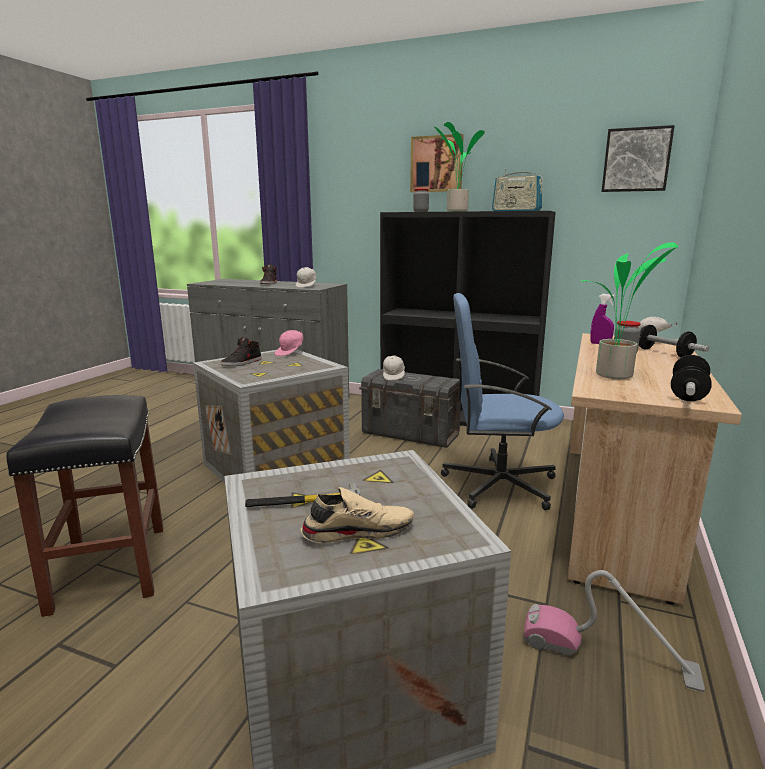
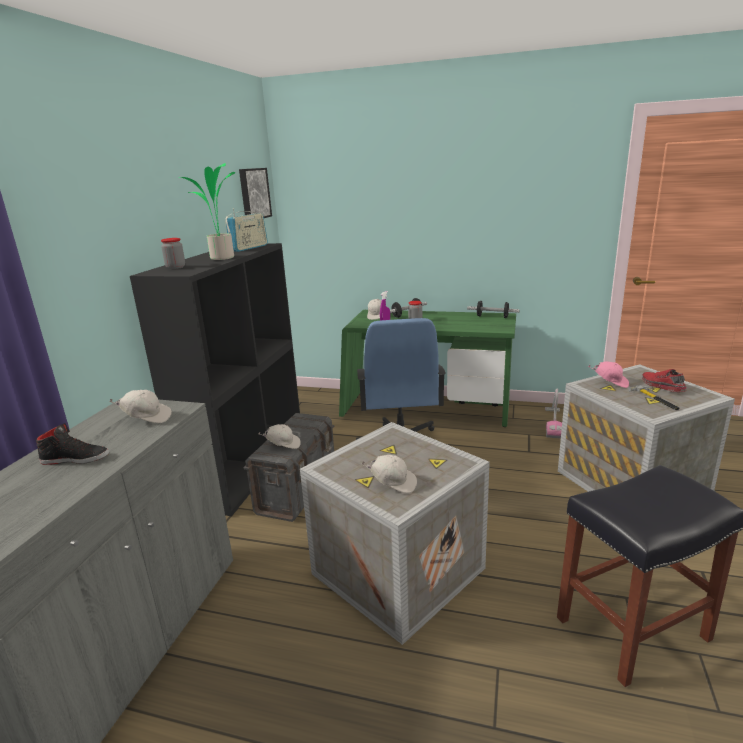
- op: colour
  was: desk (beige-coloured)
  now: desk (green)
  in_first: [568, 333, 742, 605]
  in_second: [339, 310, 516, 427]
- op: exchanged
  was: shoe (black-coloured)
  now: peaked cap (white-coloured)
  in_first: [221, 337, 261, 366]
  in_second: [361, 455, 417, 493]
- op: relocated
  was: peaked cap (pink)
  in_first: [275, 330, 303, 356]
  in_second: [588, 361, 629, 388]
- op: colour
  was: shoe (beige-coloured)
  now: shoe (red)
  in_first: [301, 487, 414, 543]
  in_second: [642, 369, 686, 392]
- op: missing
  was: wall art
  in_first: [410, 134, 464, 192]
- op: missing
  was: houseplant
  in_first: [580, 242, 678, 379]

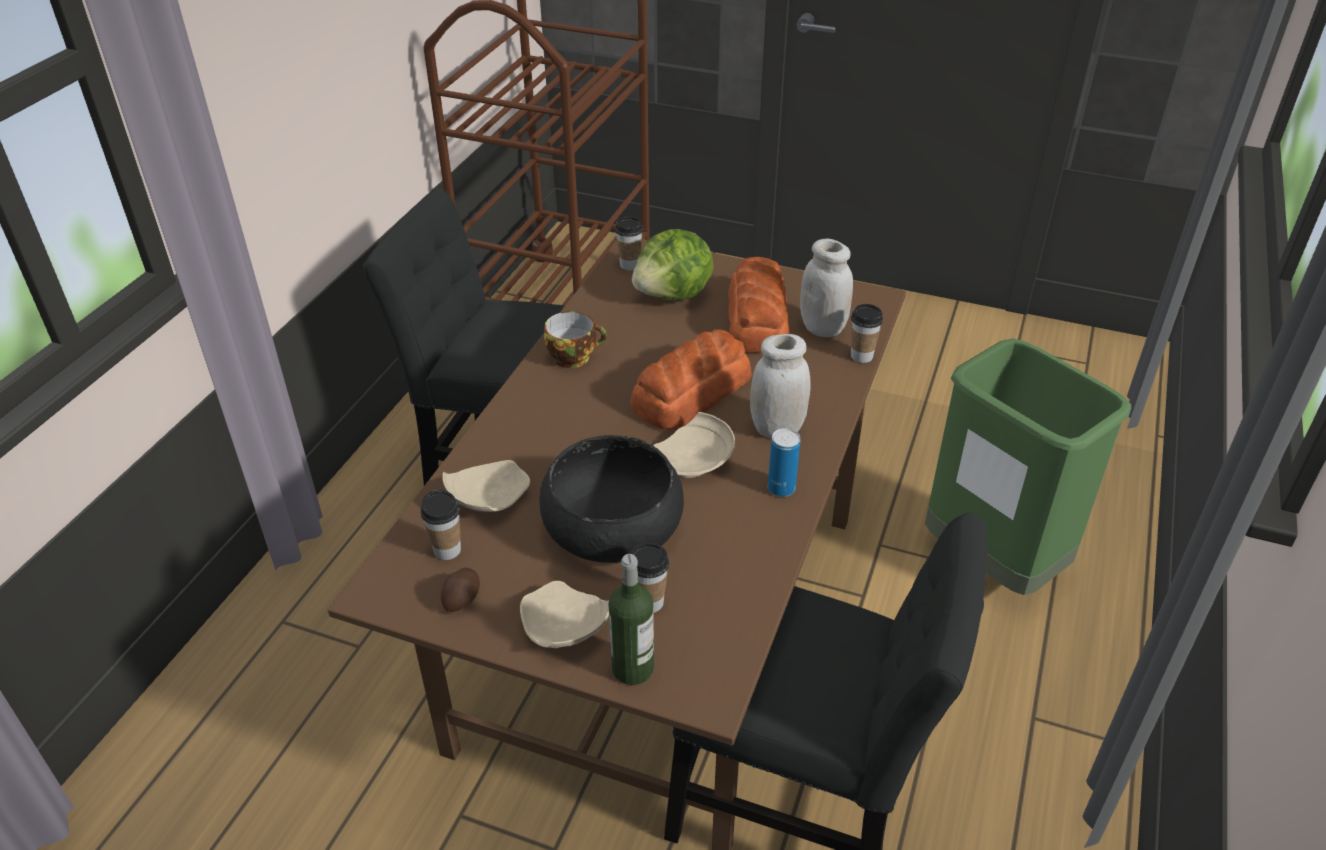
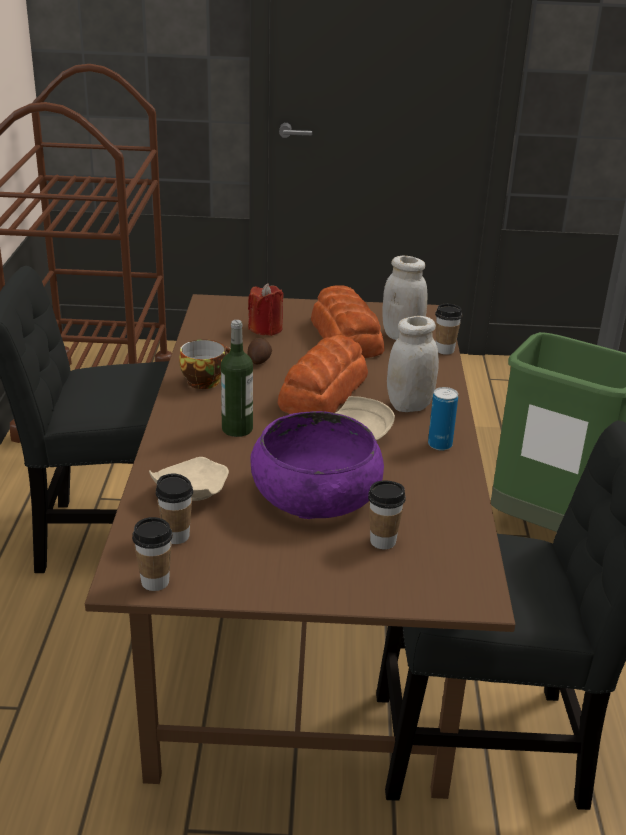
- op: relocated
  was: drinking cup
  in_first: [615, 216, 643, 270]
  in_second: [132, 517, 173, 591]
- op: relocated
  was: drink bottle
  in_first: [609, 554, 654, 685]
  in_second: [221, 320, 253, 437]
- op: exchanged
  was: lettuce
  now: candle (red)
  in_first: [632, 229, 714, 300]
  in_second: [248, 283, 284, 336]
- op: relocated
  was: whole potato
  in_first: [441, 568, 480, 612]
  in_second: [248, 338, 272, 364]
- op: colour
  was: bowl (black-coloured)
  now: bowl (purple)
  in_first: [539, 435, 684, 563]
  in_second: [251, 411, 384, 519]
- op: missing
  was: flat dish (beige-coloured)
  in_first: [520, 581, 609, 648]

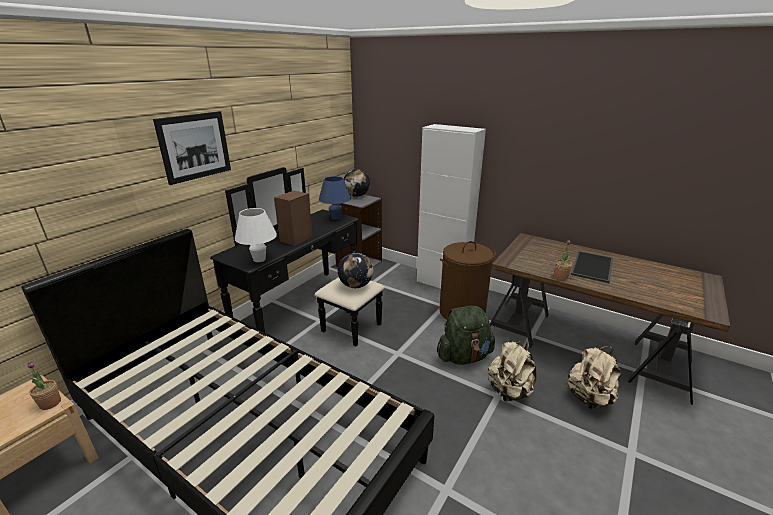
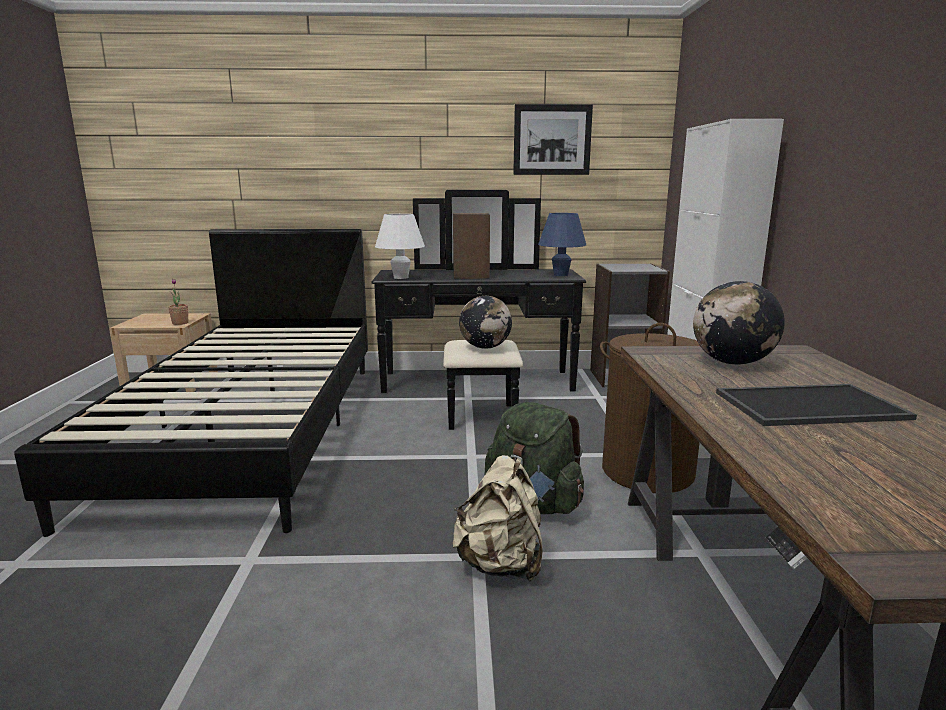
- op: relocated
  was: wall art
  in_first: [153, 111, 231, 185]
  in_second: [513, 104, 593, 175]
- op: relocated
  was: globe
  in_first: [344, 169, 370, 197]
  in_second: [693, 281, 785, 365]
- op: missing
  was: houseplant
  in_first: [554, 240, 572, 280]
- op: missing
  was: knapsack (beige-coloured)
  in_first: [567, 346, 621, 409]

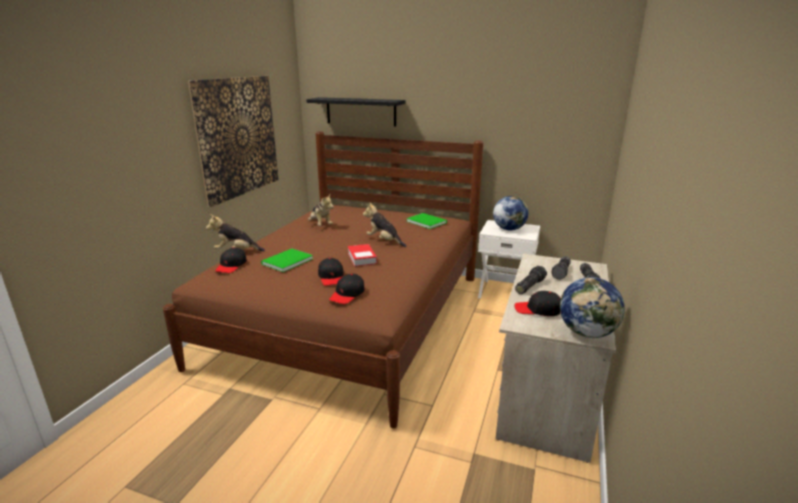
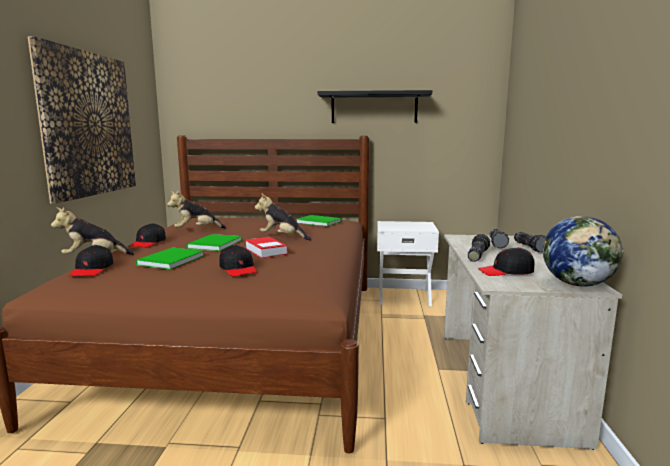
- op: relocated
  was: peaked cap (black-coloured)
  in_first: [329, 274, 365, 304]
  in_second: [130, 223, 166, 248]
- op: spun
  was: cuddly toy
  in_first: [308, 195, 334, 226]
  in_second: [167, 191, 226, 229]
  clockwise: 120
- op: appeared
  now: volume (green)
  in_second: [186, 234, 242, 251]
- op: relocated
  was: wall shelf (black-coloured)
  in_first: [306, 97, 405, 127]
  in_second: [318, 90, 432, 123]
- op: missing
  was: globe
  in_first: [493, 196, 529, 230]

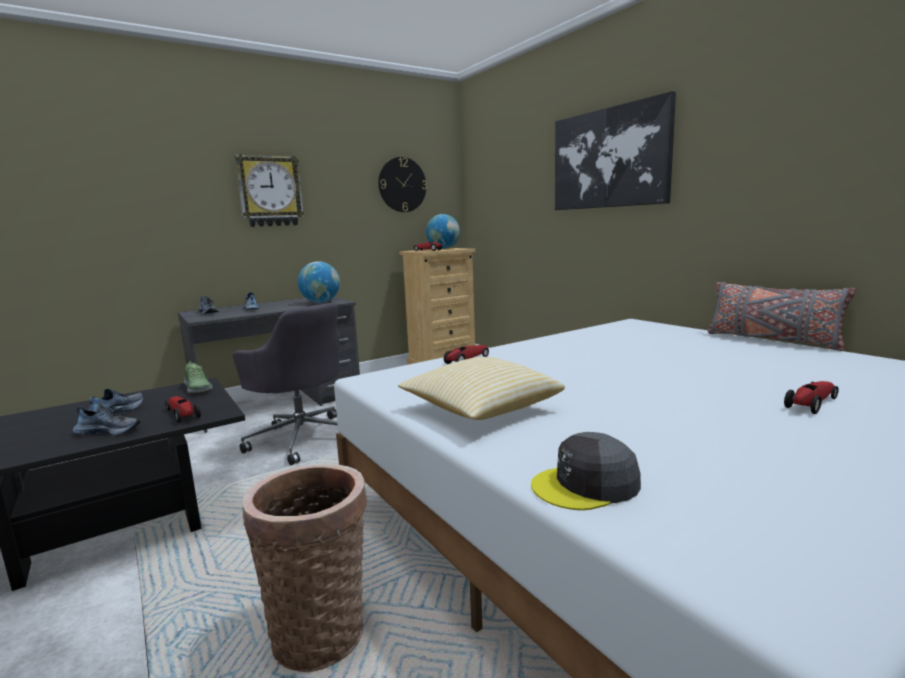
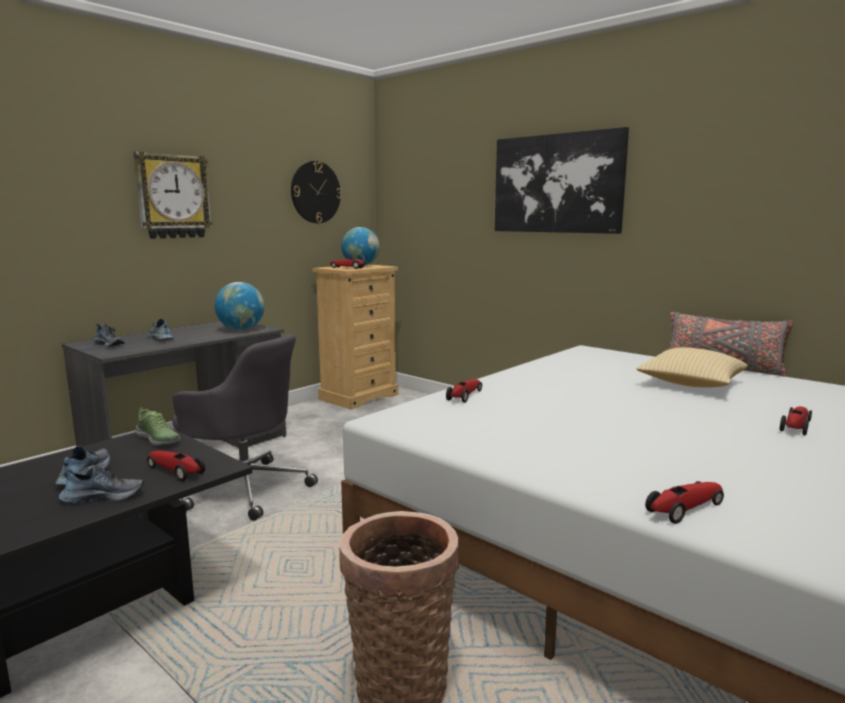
- op: relocated
  was: throw pillow
  in_first: [398, 357, 565, 420]
  in_second: [637, 347, 748, 387]
- op: exchanged
  was: peaked cap (greyish)
  now: toy car
  in_first: [531, 432, 641, 510]
  in_second: [645, 481, 724, 524]

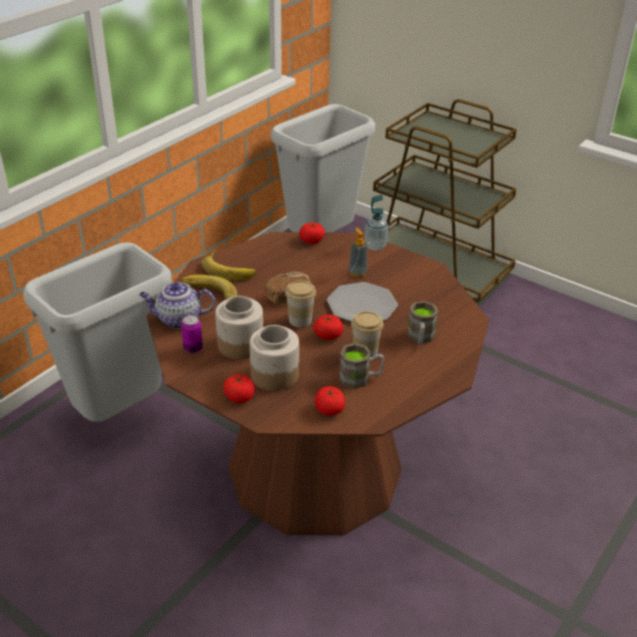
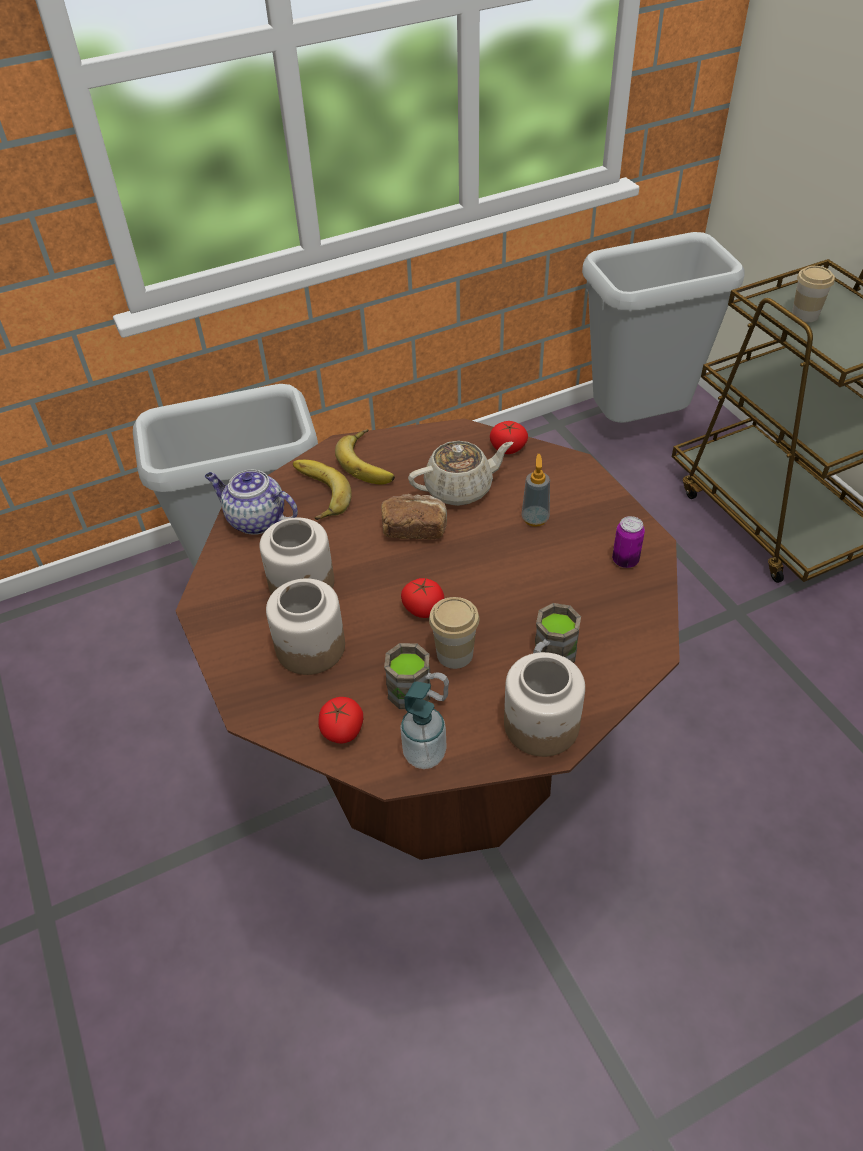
- op: relocated
  was: soap bottle
  in_first: [365, 195, 388, 251]
  in_second: [400, 682, 447, 769]
- op: appeared
  now: tea pot (beige-coloured)
  in_second: [408, 441, 513, 506]
- op: appeared
  now: preserve jar
  in_second: [504, 652, 585, 757]
- op: relocated
  was: sealed can
  in_first: [181, 315, 203, 354]
  in_second: [612, 516, 645, 568]
- op: relocated
  was: drinking cup
  in_first: [285, 280, 316, 328]
  in_second: [792, 266, 835, 322]
- op: missing
  was: tomato
  in_first: [223, 374, 255, 403]
- op: missing
  was: flat dish
  in_first: [327, 282, 398, 322]

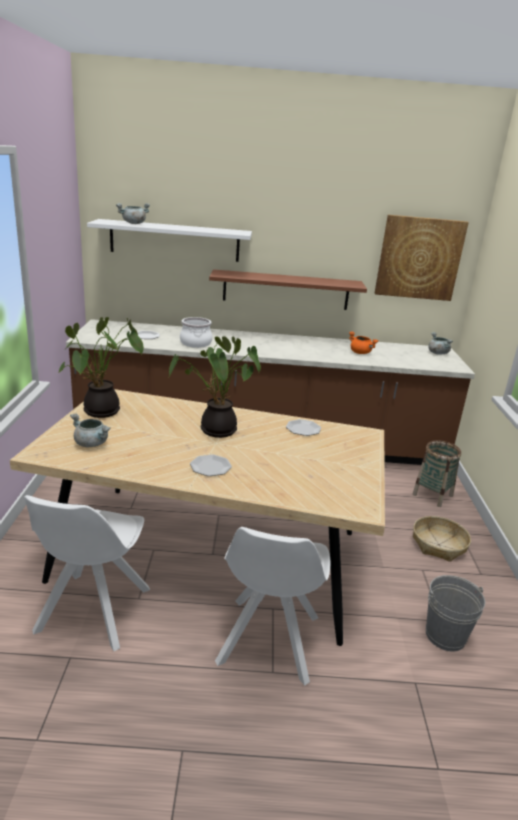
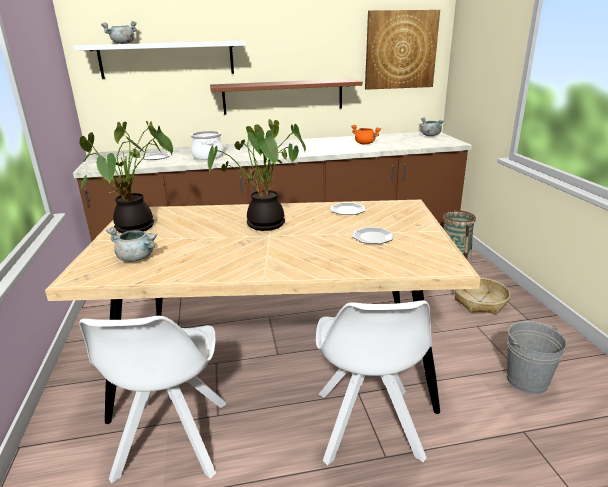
- op: relocated
  was: flat dish
  in_first: [190, 454, 232, 476]
  in_second: [353, 227, 393, 244]

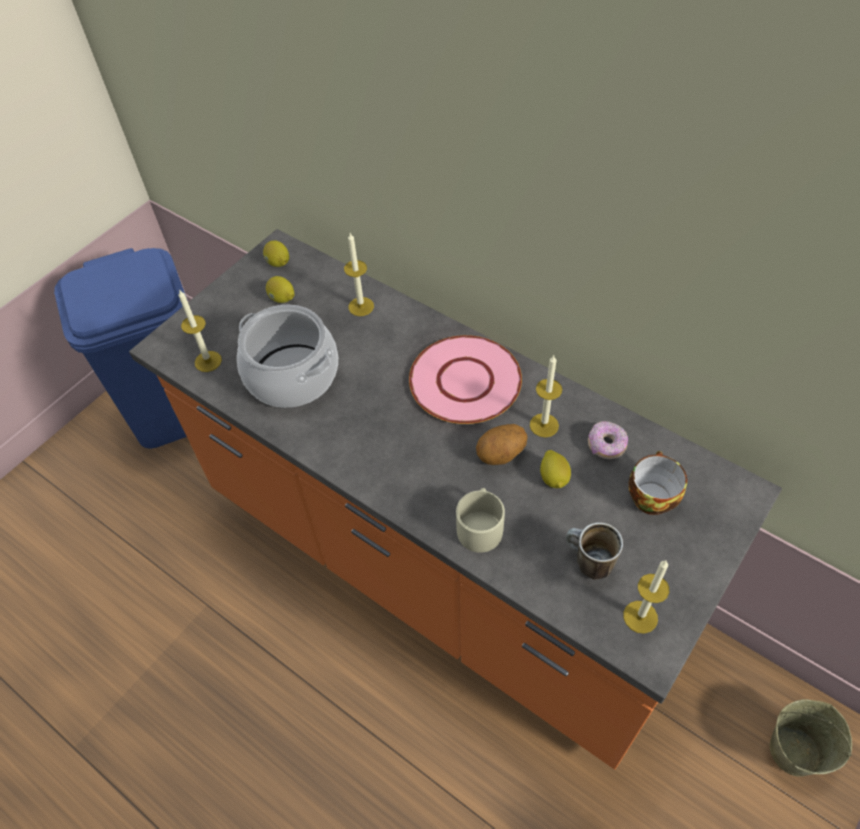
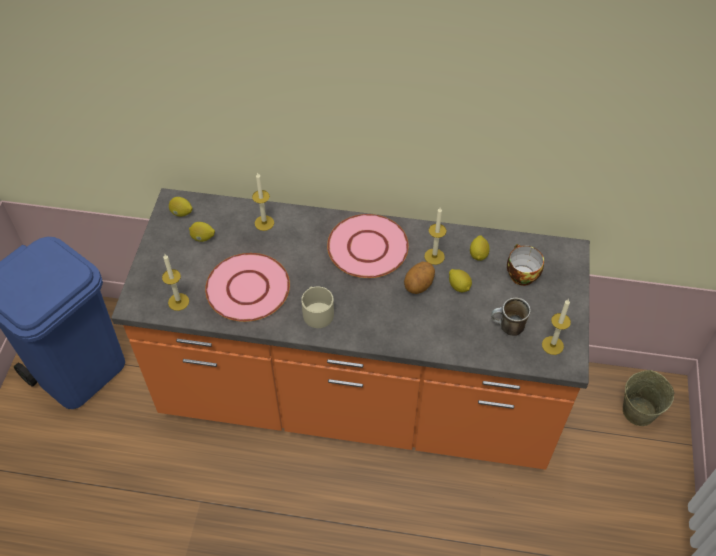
- op: exchanged
  was: cooking pot
  now: flat dish (pink)
  in_first: [237, 305, 338, 408]
  in_second: [205, 253, 290, 322]
- op: relocated
  was: tea mug (beige-coloured)
  in_first: [456, 488, 505, 553]
  in_second: [301, 287, 334, 328]
- op: exchanged
  was: doughnut
  now: whole lemon
  in_first: [588, 421, 628, 459]
  in_second: [470, 235, 490, 261]

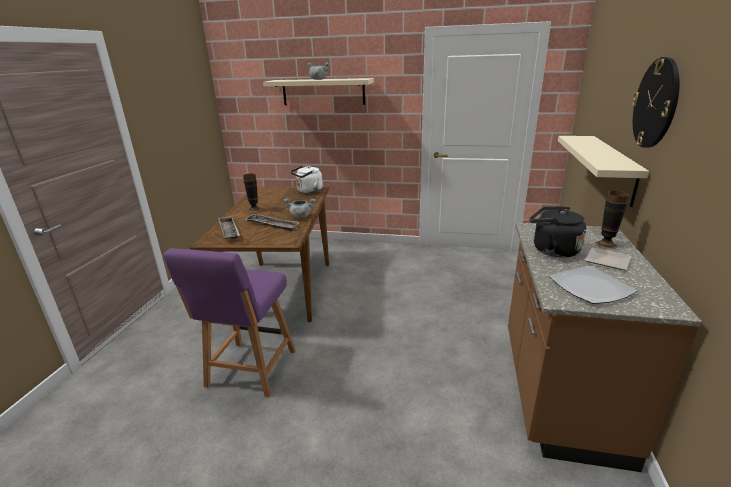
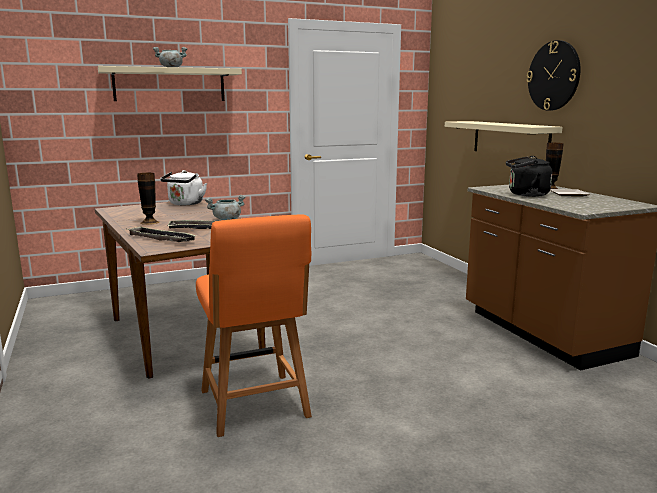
- op: colour
  was: chair (purple)
  now: chair (orangey)
  in_first: [163, 248, 296, 397]
  in_second: [196, 215, 312, 437]
- op: missing
  was: flat dish
  in_first: [549, 266, 637, 304]

